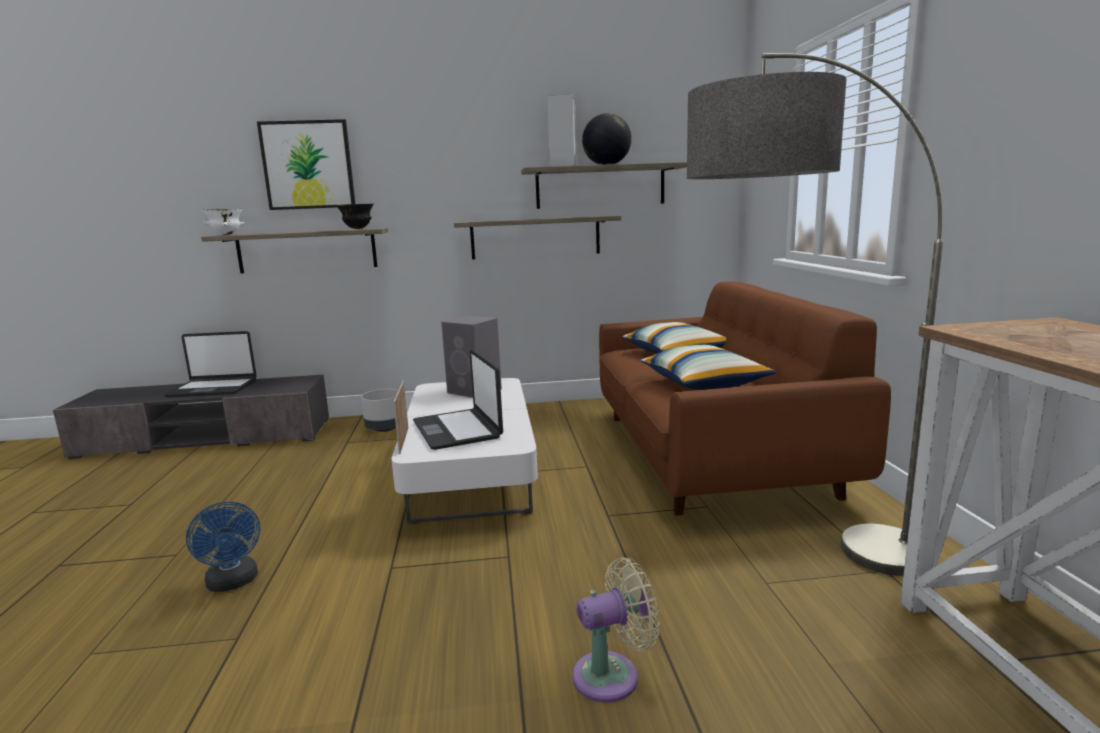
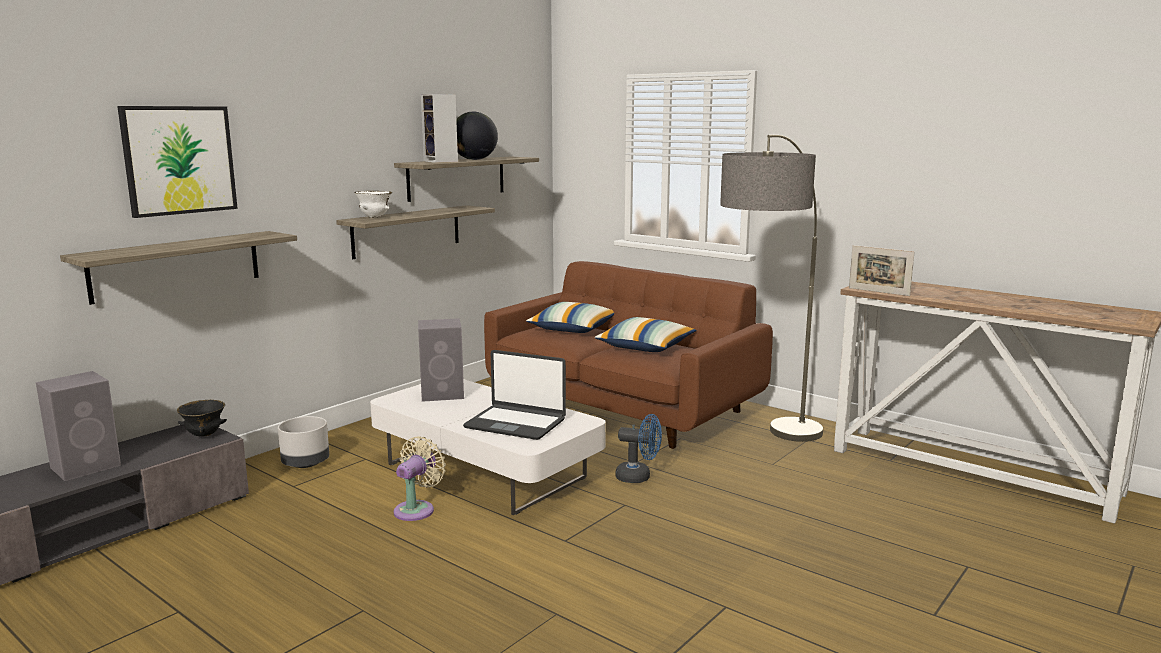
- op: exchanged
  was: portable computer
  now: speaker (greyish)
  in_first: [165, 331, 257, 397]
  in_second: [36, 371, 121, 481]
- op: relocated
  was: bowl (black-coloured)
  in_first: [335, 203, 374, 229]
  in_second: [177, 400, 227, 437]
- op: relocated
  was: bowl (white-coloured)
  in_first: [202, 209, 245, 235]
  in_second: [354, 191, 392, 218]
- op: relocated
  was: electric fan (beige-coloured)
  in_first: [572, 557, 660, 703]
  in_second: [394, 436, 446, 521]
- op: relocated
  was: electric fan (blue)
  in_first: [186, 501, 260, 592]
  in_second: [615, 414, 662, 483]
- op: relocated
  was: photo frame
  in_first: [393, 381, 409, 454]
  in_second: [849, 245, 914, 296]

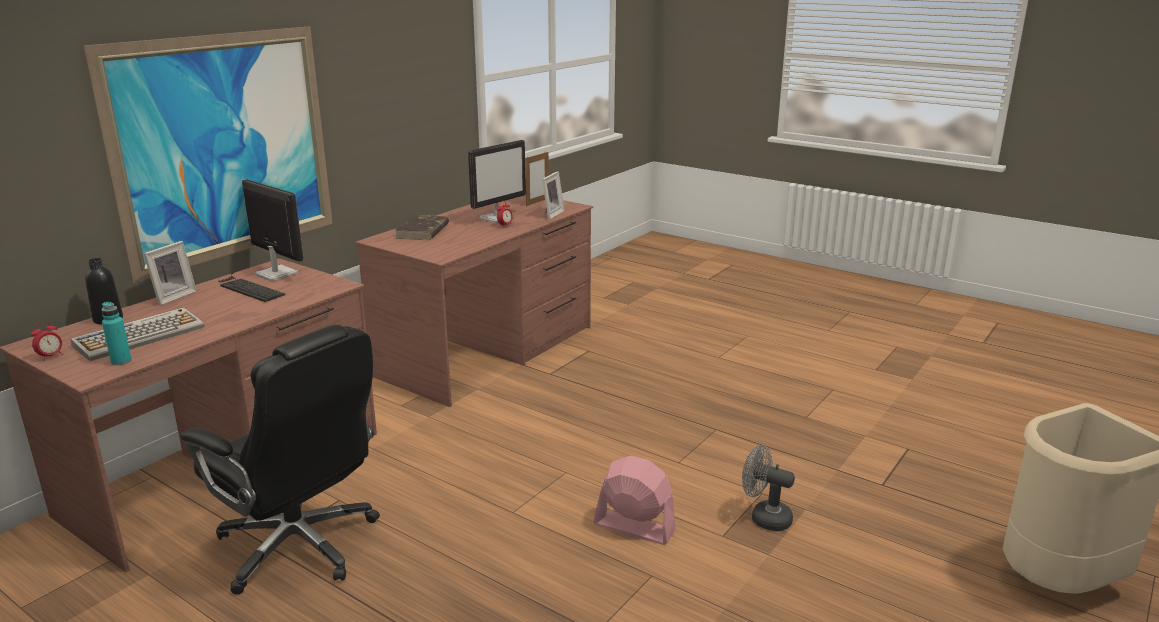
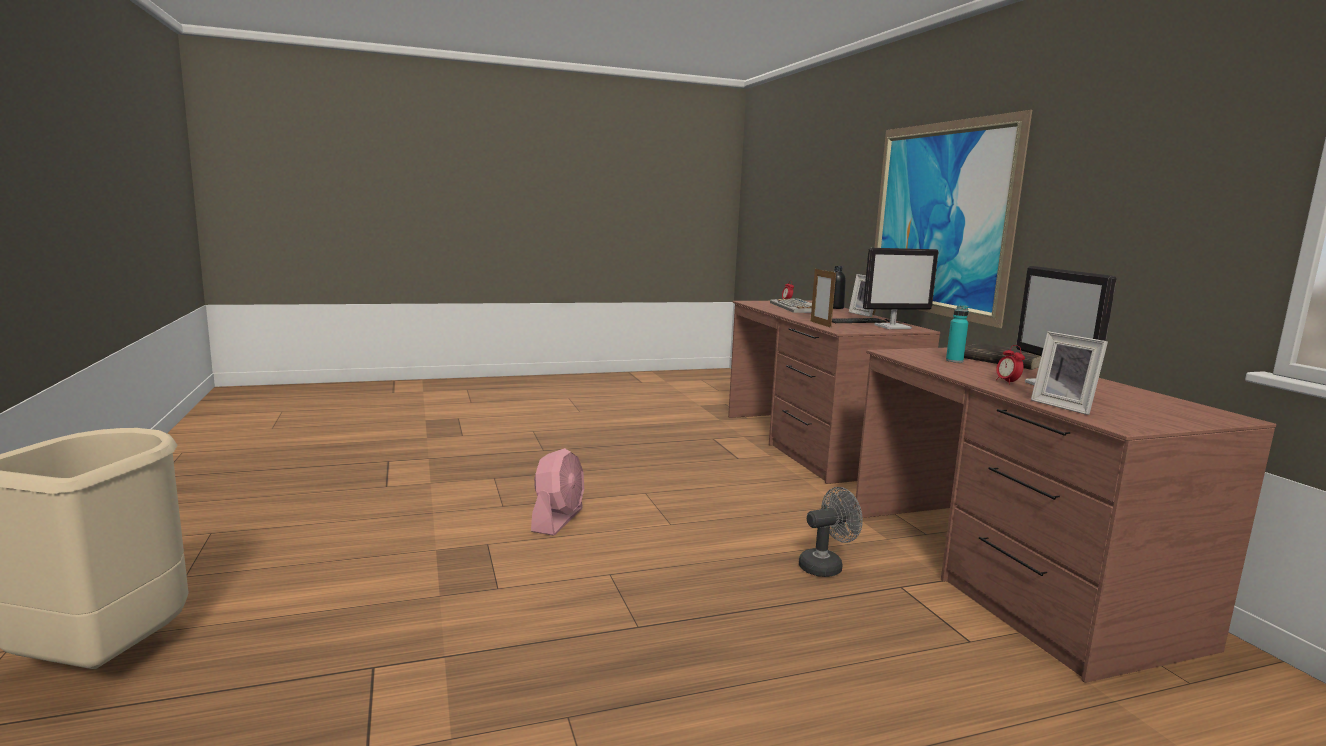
- op: spun
  was: electric fan (pink)
  in_first: [594, 456, 676, 545]
  in_second: [531, 448, 584, 536]
  clockwise: -45
- op: relocated
  was: electric fan (greyish)
  in_first: [742, 445, 795, 531]
  in_second: [799, 487, 863, 577]
- op: relocated
  was: photo frame
  in_first: [525, 152, 549, 206]
  in_second: [811, 267, 836, 328]
- op: relocated
  was: drink bottle (turquoise)
  in_first: [101, 302, 132, 365]
  in_second: [946, 306, 969, 363]
- op: missing
  was: office chair (black-coloured)
  in_first: [180, 325, 380, 595]

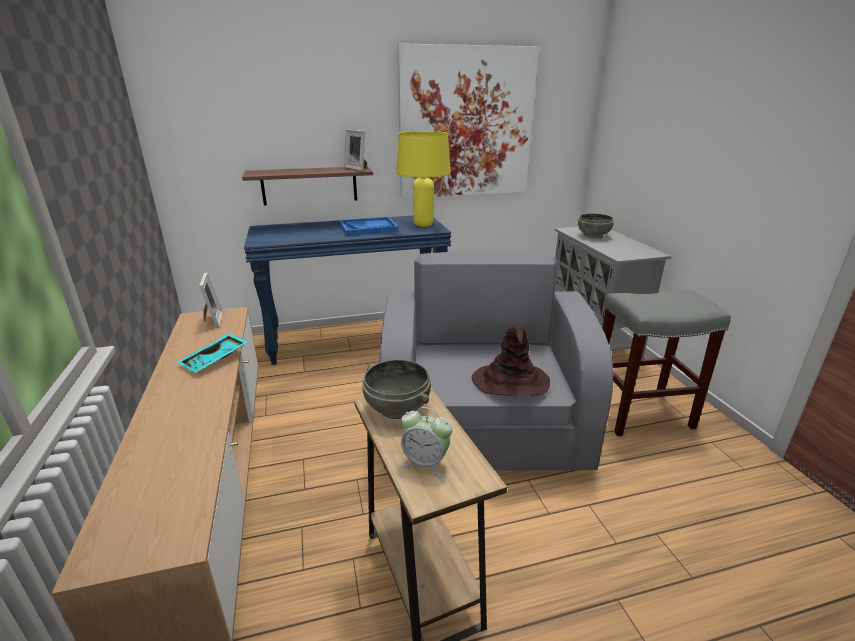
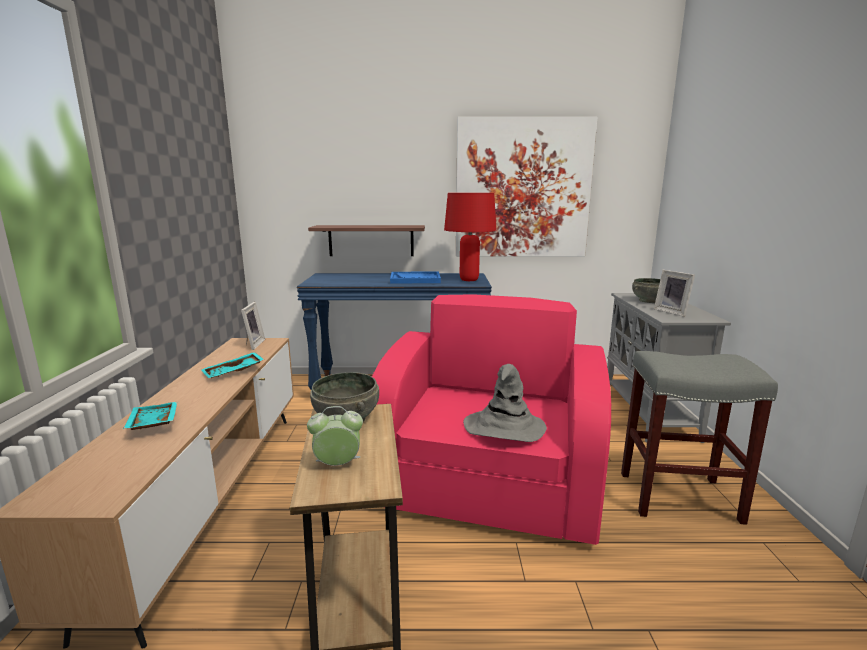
- op: appeared
  now: carrying tray (turquoise)
  in_second: [123, 402, 177, 430]
- op: spun
  was: table clock
  in_first: [401, 407, 453, 477]
  in_second: [307, 406, 363, 466]
  clockwise: 135
- op: colour
  was: lounge chair (greyish)
  now: lounge chair (pink)
  in_first: [380, 251, 613, 470]
  in_second: [372, 294, 611, 545]
- op: colour
  was: tabletop lamp (yellow-coloured)
  now: tabletop lamp (red)
  in_first: [396, 131, 451, 227]
  in_second: [444, 193, 496, 281]
- op: colour
  was: wearable hat (brownish)
  now: wearable hat (greyish)
  in_first: [472, 325, 550, 396]
  in_second: [463, 364, 547, 442]
- op: relocated
  was: photo frame
  in_first: [344, 129, 367, 171]
  in_second: [654, 270, 695, 317]

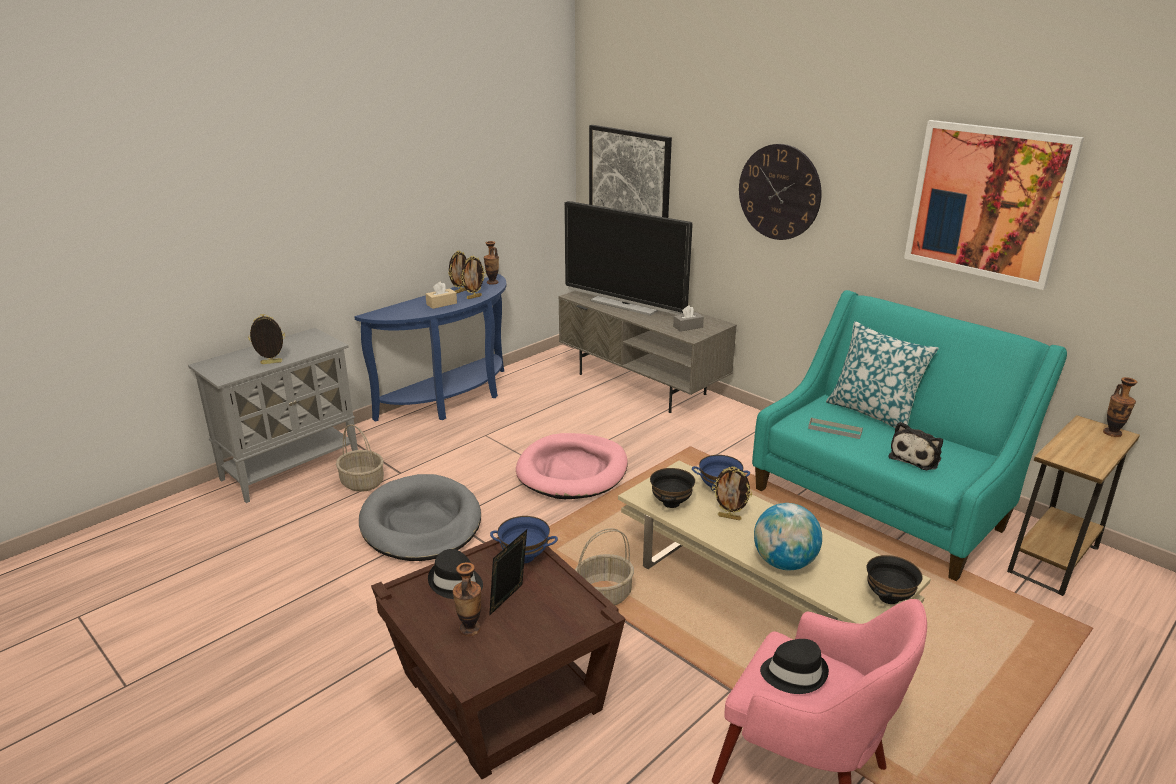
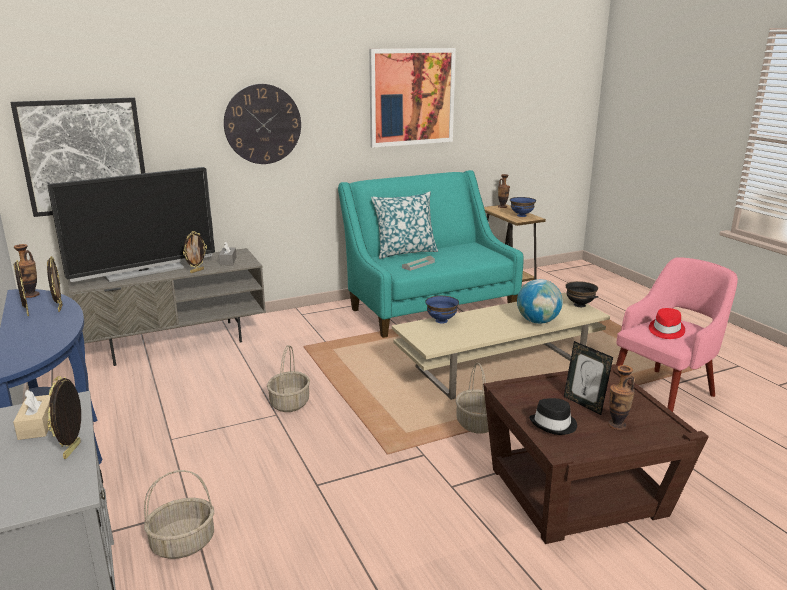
- op: relocated
  was: tissue box (beige-coloured)
  in_first: [426, 282, 457, 309]
  in_second: [13, 389, 50, 440]
- op: relocated
  was: photo frame
  in_first: [712, 466, 752, 520]
  in_second: [183, 231, 207, 273]
- op: exchanged
  was: dog cushion (pink)
  now: storage basket
  in_first: [516, 433, 627, 499]
  in_second: [267, 345, 310, 412]
- op: relocated
  was: bowl (blue)
  in_first: [490, 516, 558, 563]
  in_second: [510, 197, 536, 217]
- op: colour
  was: wearable hat (black-coloured)
  now: wearable hat (red)
  in_first: [760, 639, 829, 694]
  in_second: [649, 308, 685, 339]
- op: missing
  was: dog cushion (greyish)
  in_first: [359, 474, 481, 561]
- op: missing
  was: bowl (black-coloured)
  in_first: [650, 468, 695, 508]
- op: missing
  was: cuddly toy
  in_first: [888, 422, 943, 470]

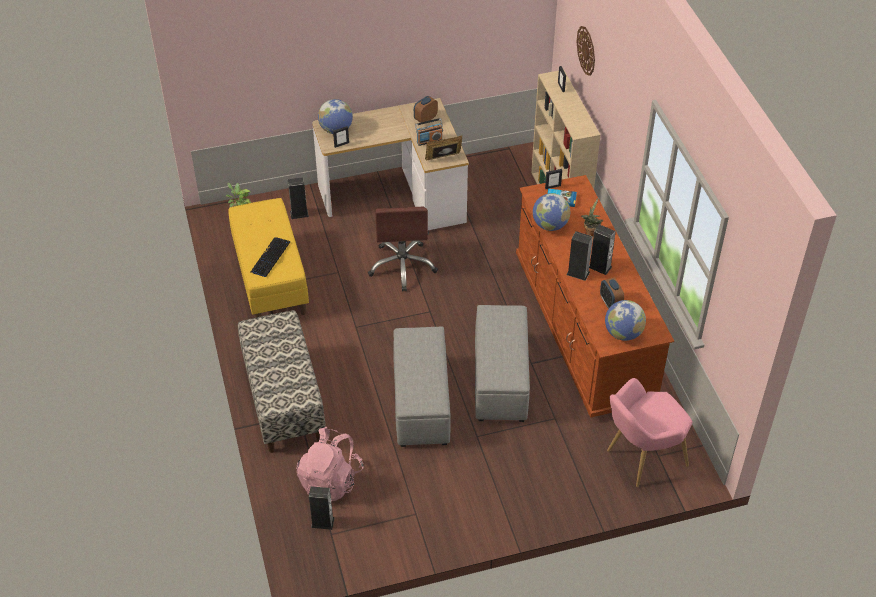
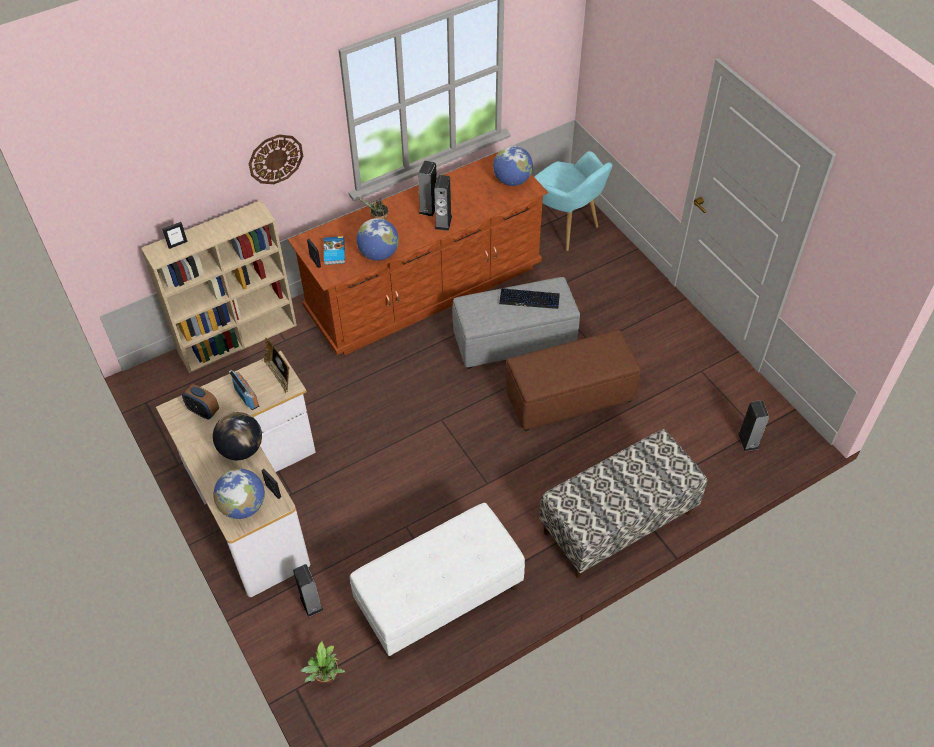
- op: appeared
  now: globe
  in_second: [213, 412, 262, 460]
- op: relocated
  was: wall clock
  in_first: [577, 26, 595, 76]
  in_second: [249, 134, 303, 184]
- op: colour
  was: bench (yellow-coloured)
  now: bench (white-coloured)
  in_first: [228, 198, 309, 318]
  in_second: [350, 503, 525, 660]
- op: relocated
  was: keyboard
  in_first: [251, 237, 290, 278]
  in_second: [499, 288, 560, 309]
- op: colour
  was: ottoman (greyish)
  now: ottoman (brownish)
  in_first: [393, 326, 451, 447]
  in_second: [506, 330, 641, 431]
- op: colour
  was: lounge chair (pink)
  now: lounge chair (turquoise)
  in_first: [607, 378, 693, 487]
  in_second: [534, 151, 612, 251]
- op: missing
  was: knapsack (pink)
  in_first: [296, 427, 364, 501]
- op: missing
  was: office chair (brownish)
  in_first: [368, 207, 438, 291]
- op: missing
  was: table clock
  in_first: [600, 277, 624, 309]

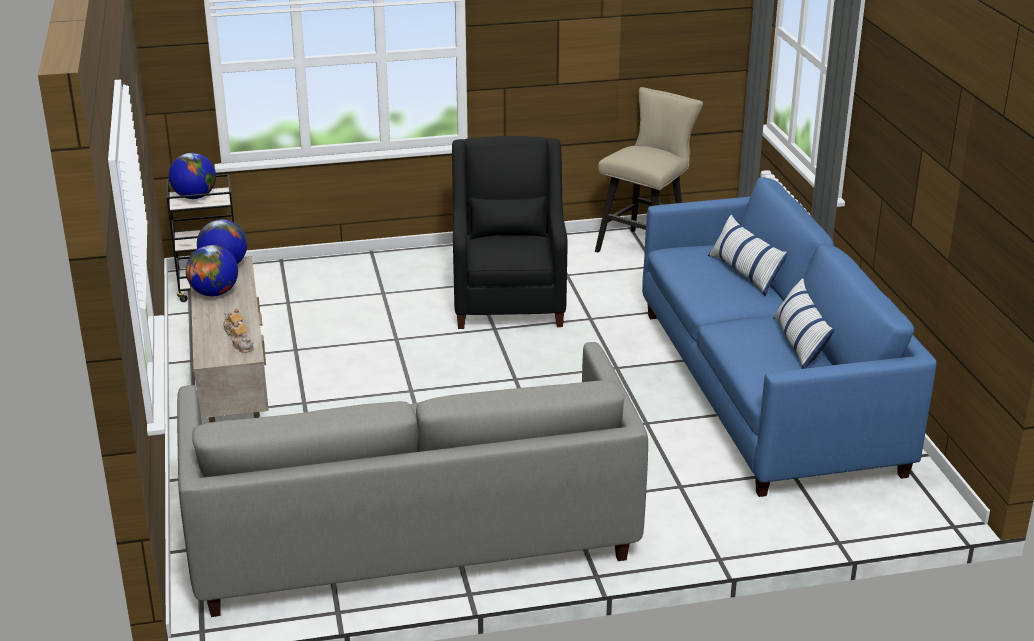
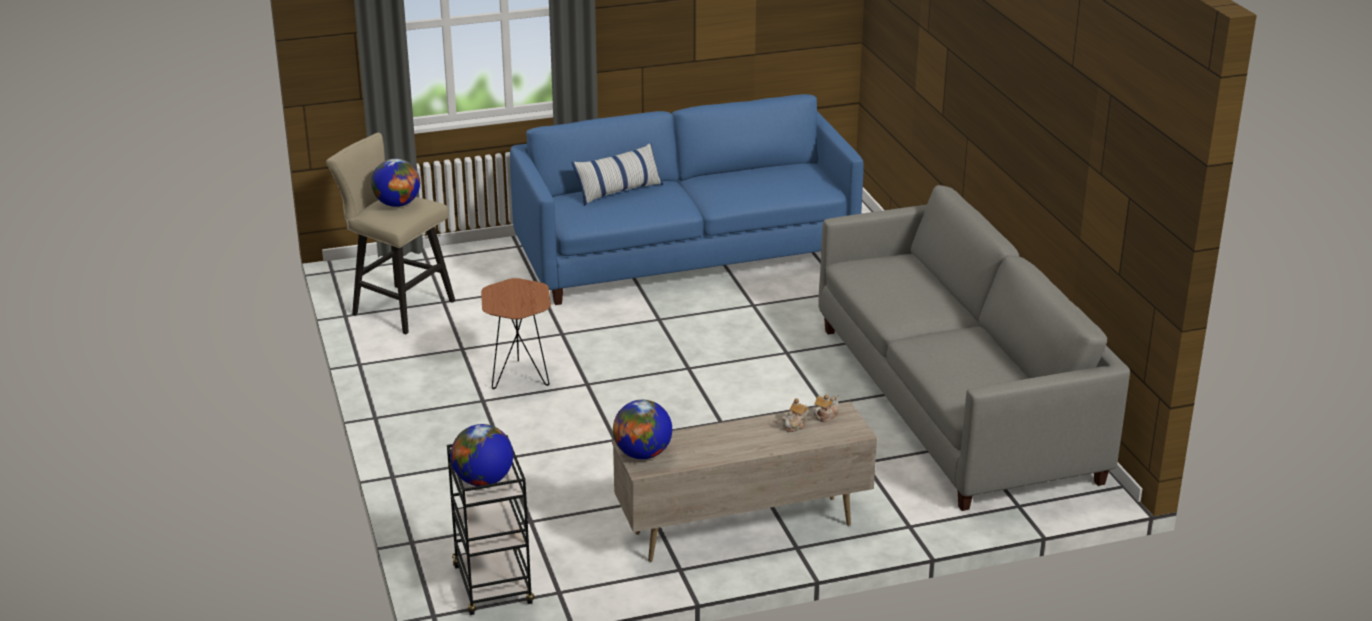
- op: relocated
  was: globe
  in_first: [186, 245, 238, 296]
  in_second: [371, 158, 420, 207]
- op: exchanged
  was: lounge chair (black-coloured)
  now: accent table (brownish)
  in_first: [452, 136, 567, 329]
  in_second: [481, 278, 551, 389]
- op: missing
  was: throw pillow
  in_first: [773, 277, 835, 369]

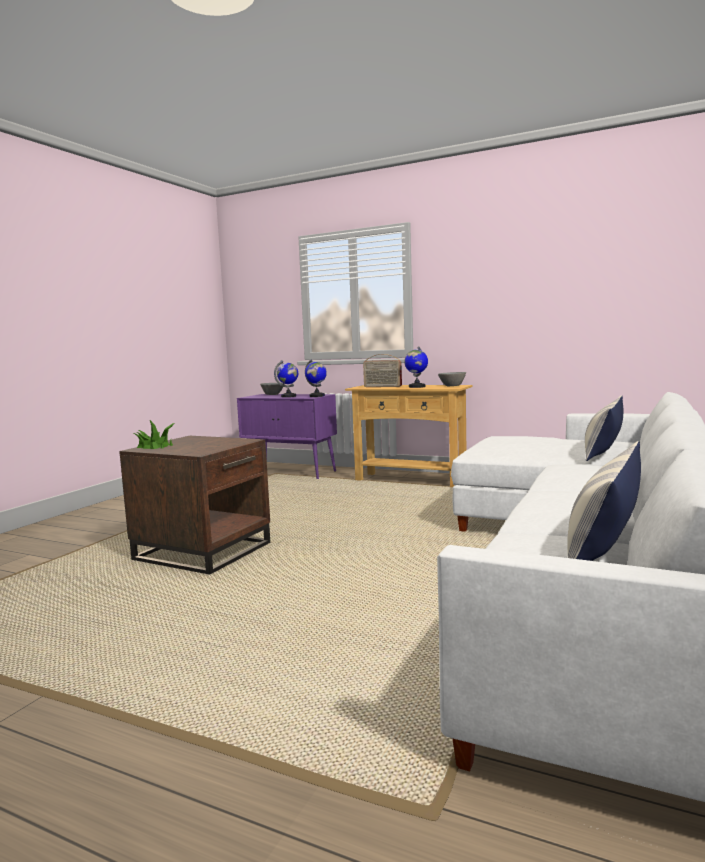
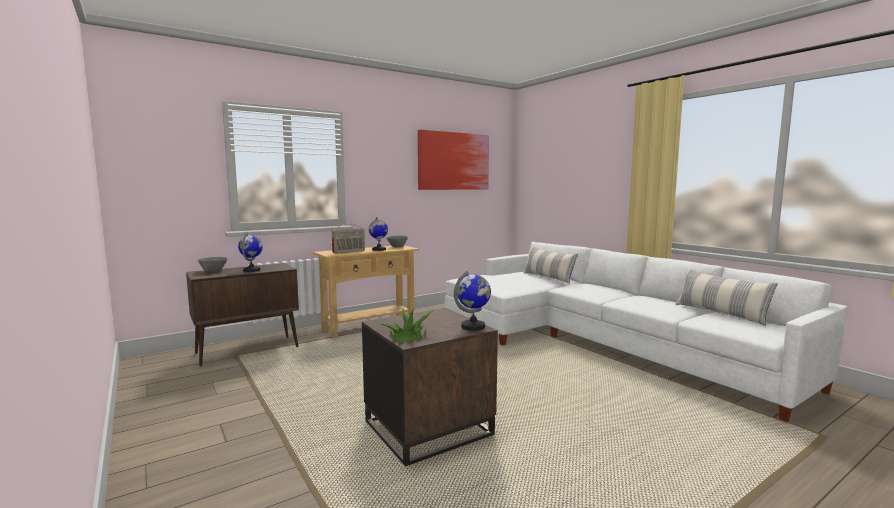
- op: colour
  was: storage cabinet (purple)
  now: storage cabinet (brownish)
  in_first: [237, 394, 337, 479]
  in_second: [186, 263, 299, 366]
- op: appeared
  now: wall art
  in_second: [418, 129, 489, 190]
- op: relocated
  was: globe
  in_first: [305, 359, 327, 397]
  in_second: [454, 271, 491, 331]

